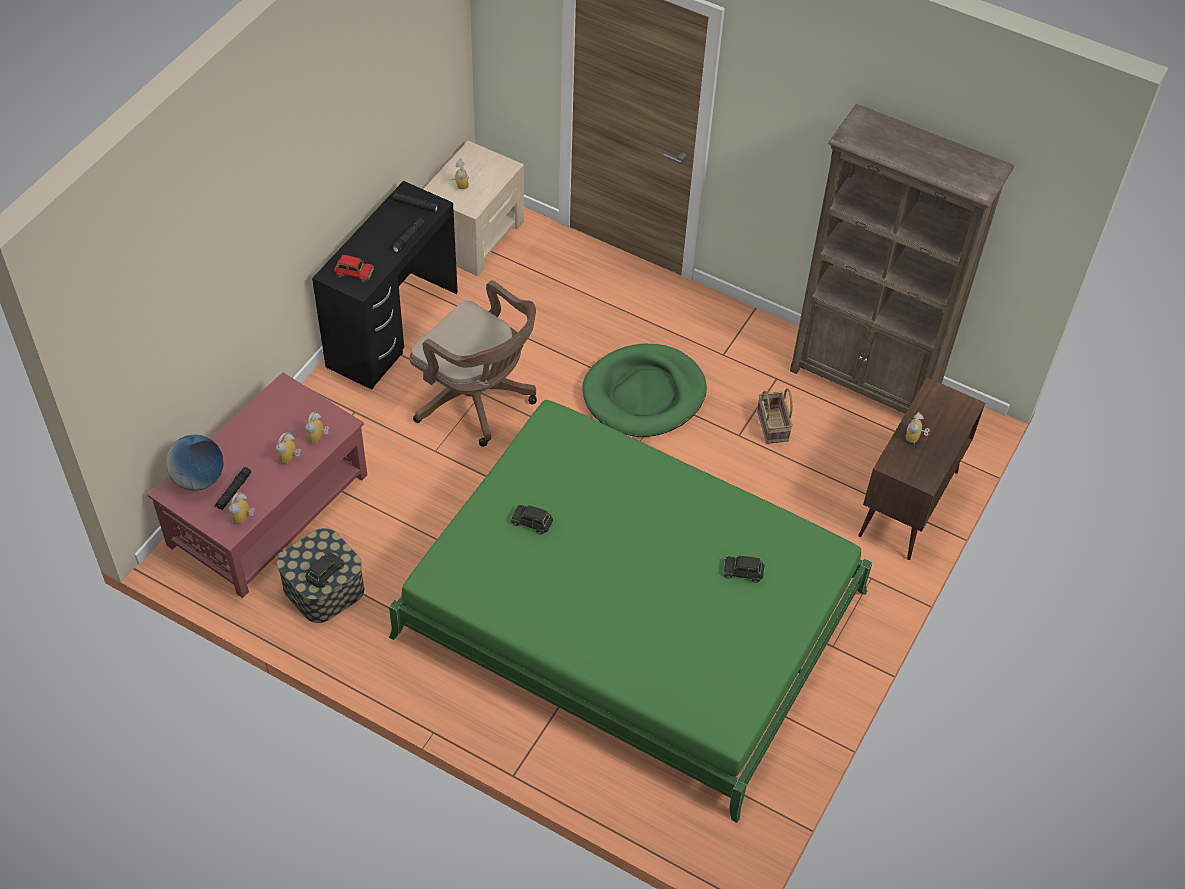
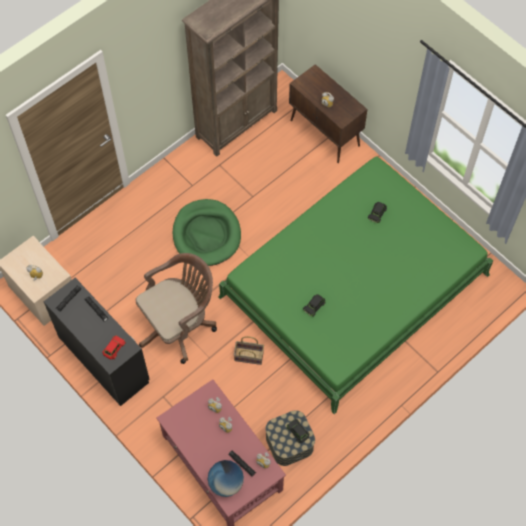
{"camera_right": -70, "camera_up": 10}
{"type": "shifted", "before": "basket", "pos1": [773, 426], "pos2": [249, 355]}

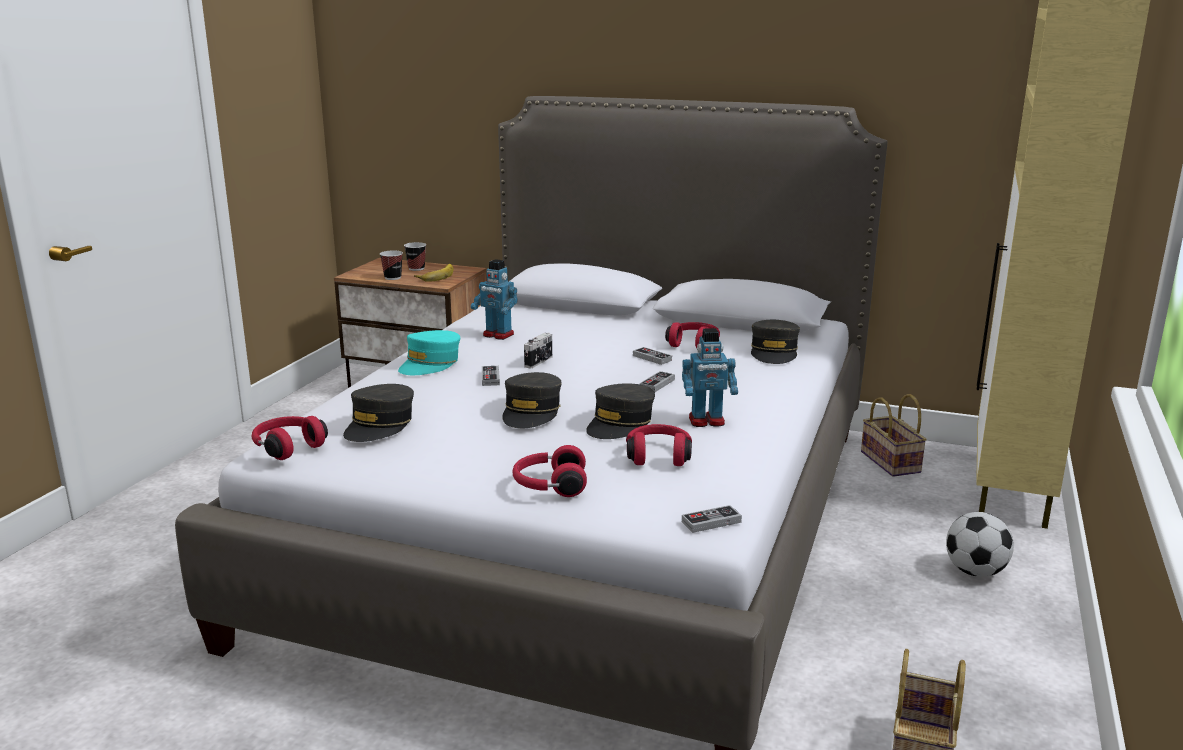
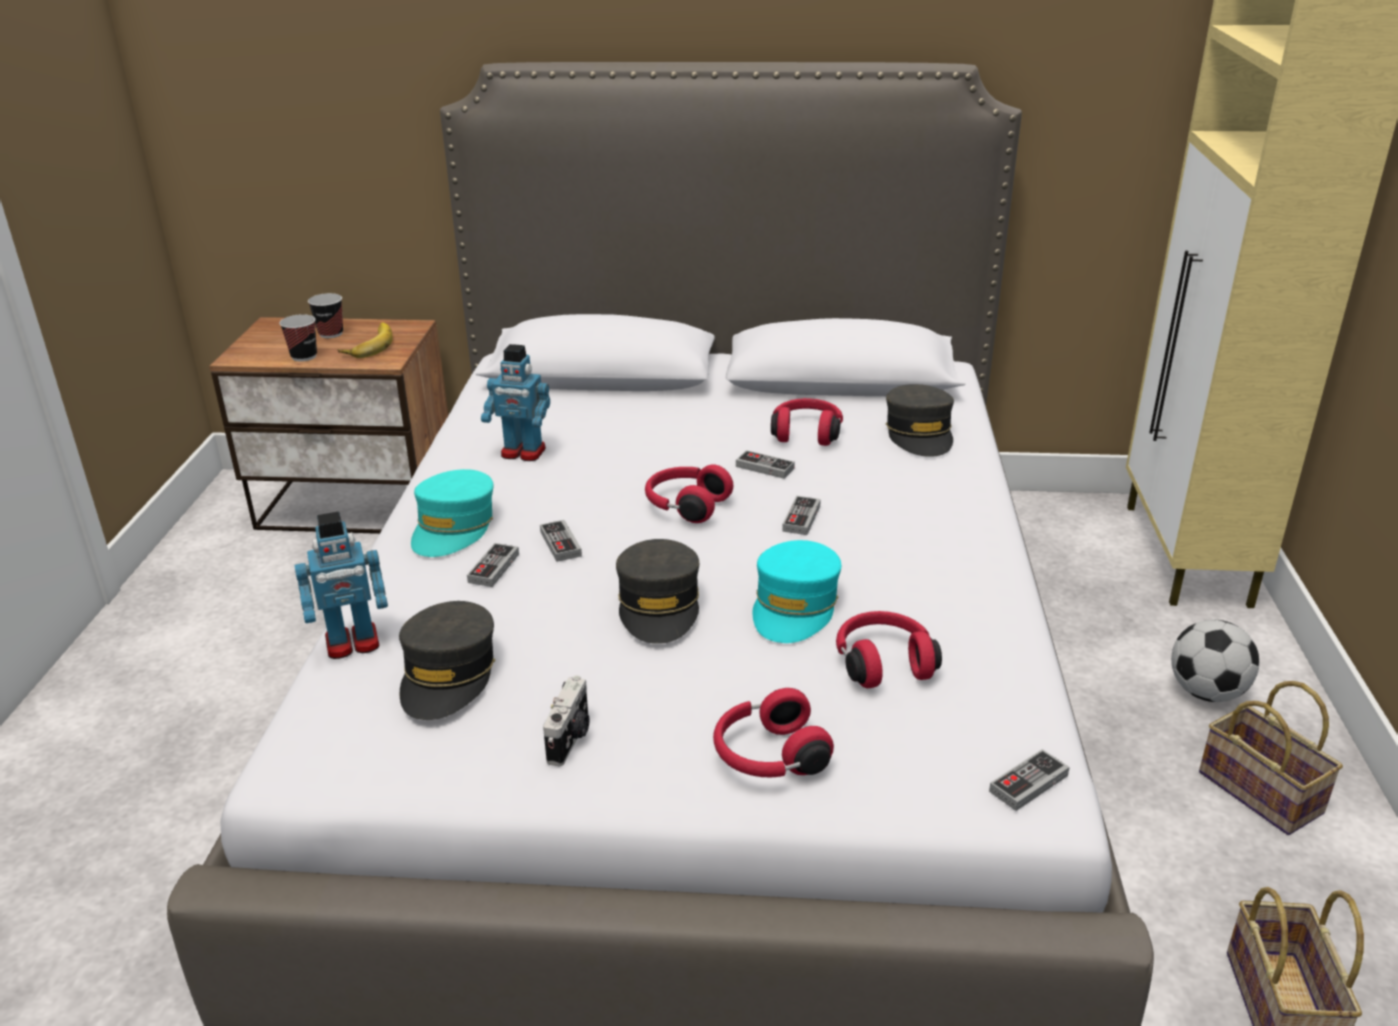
{"camera_right": -15, "camera_up": 10}
{"type": "shifted", "before": "toy robot", "pos1": [706, 421], "pos2": [352, 644]}
{"type": "new", "after": "game controller", "pos2": [494, 568]}
{"type": "shifted", "before": "photo camera", "pos1": [540, 362], "pos2": [570, 739]}
{"type": "shifted", "before": "red headphones", "pos1": [288, 447], "pos2": [686, 506]}
{"type": "repainted", "before": "grey cap", "after": "turquoise cap", "pos1": [620, 424], "pos2": [795, 606]}
{"type": "shifted", "before": "basket", "pos1": [892, 462], "pos2": [1264, 793]}

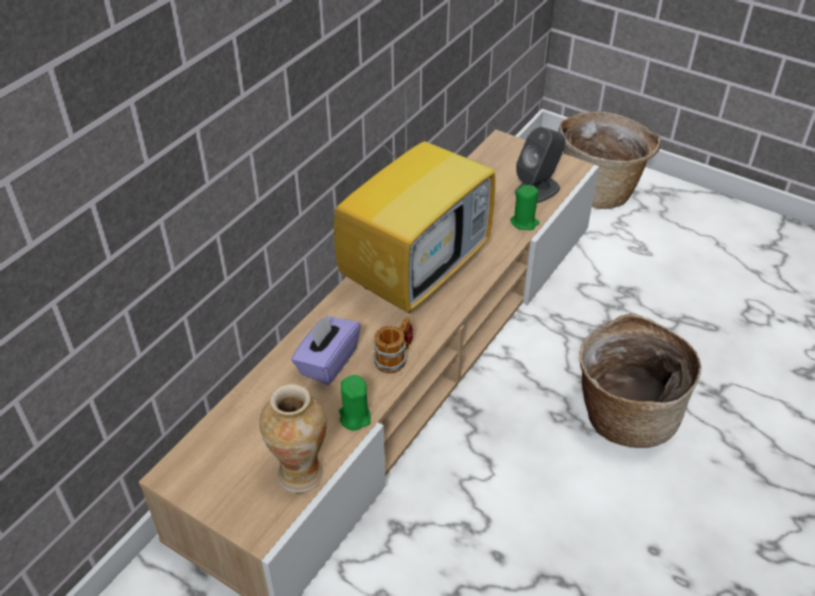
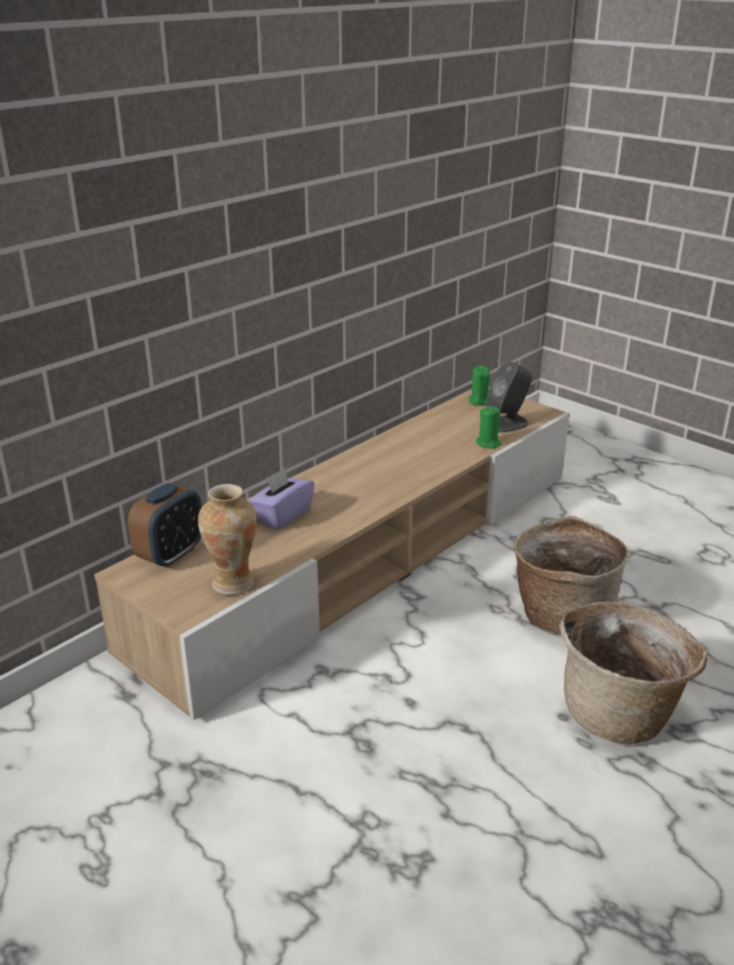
{"camera_right": 10, "camera_up": -15}
{"type": "new", "after": "alarm clock", "pos2": [171, 554]}
{"type": "shifted", "before": "green candle", "pos1": [354, 417], "pos2": [478, 401]}
{"type": "shifted", "before": "basket", "pos1": [599, 190], "pos2": [620, 711]}
{"type": "gone", "before": "television", "pos1": [415, 270]}
{"type": "gone", "before": "mug", "pos1": [395, 358]}

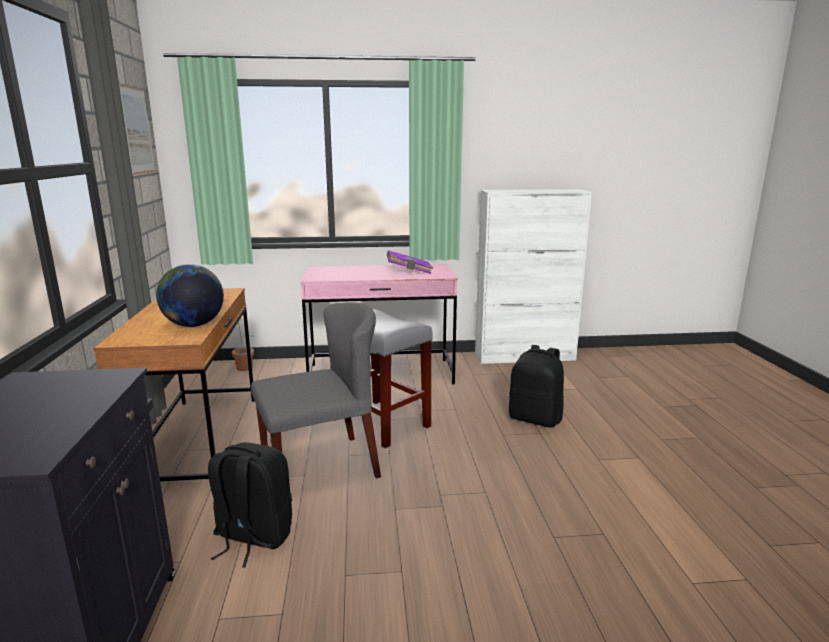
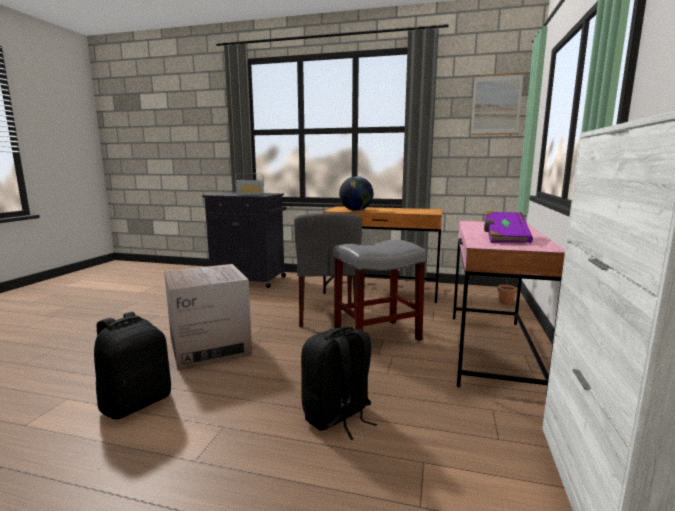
{"camera_right": 110, "camera_up": -5}
{"type": "shifted", "before": "black backpack", "pos1": [252, 537], "pos2": [136, 402]}
{"type": "new", "after": "cardboard box", "pos2": [210, 347]}
{"type": "new", "after": "radio", "pos2": [250, 195]}

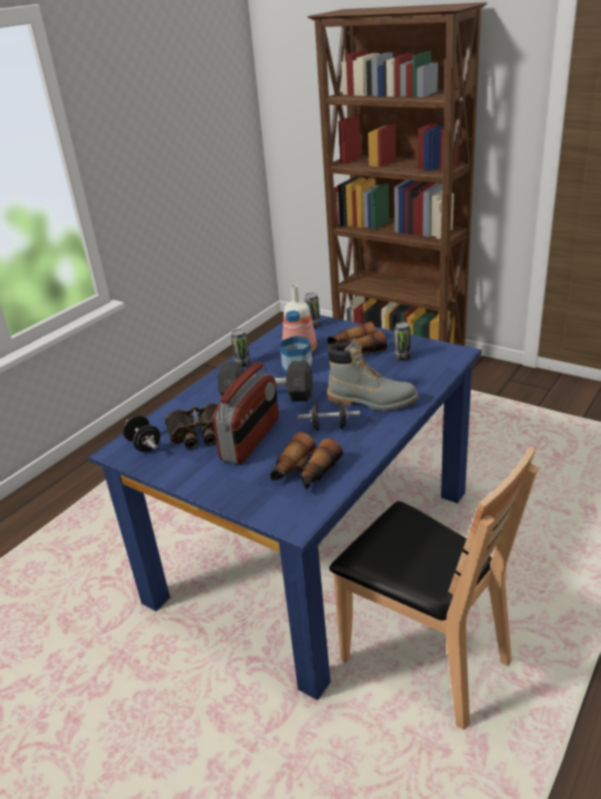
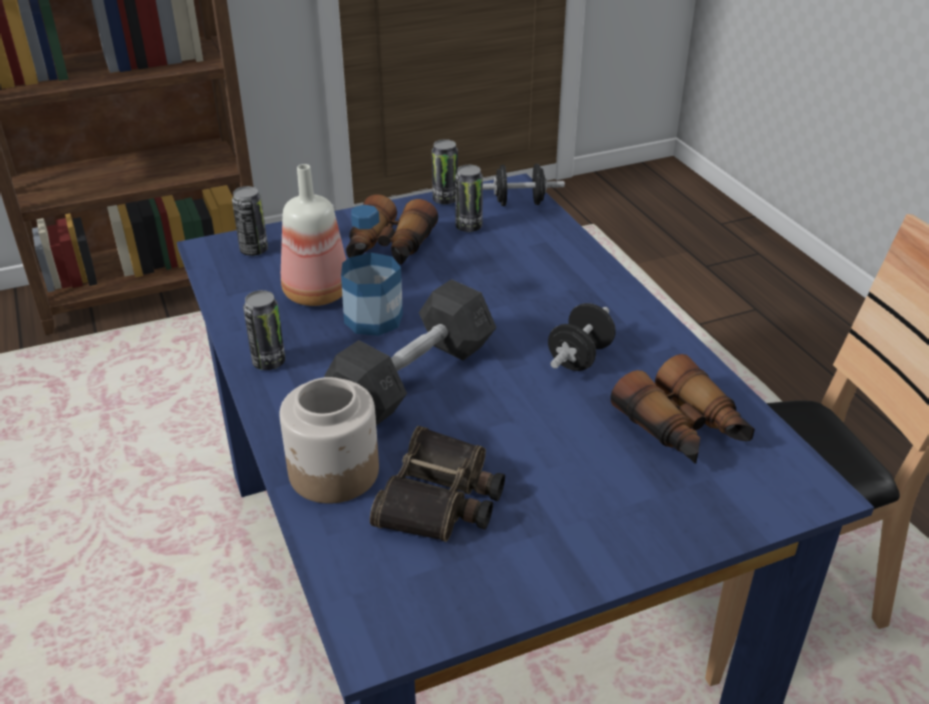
{"camera_right": -60, "camera_up": 5}
{"type": "new", "after": "jar", "pos2": [333, 473]}
{"type": "new", "after": "can", "pos2": [445, 200]}
{"type": "shifted", "before": "black dumbbell", "pos1": [144, 445], "pos2": [519, 203]}
{"type": "gone", "before": "radio", "pos1": [251, 440]}
{"type": "gone", "before": "grey boot", "pos1": [372, 401]}

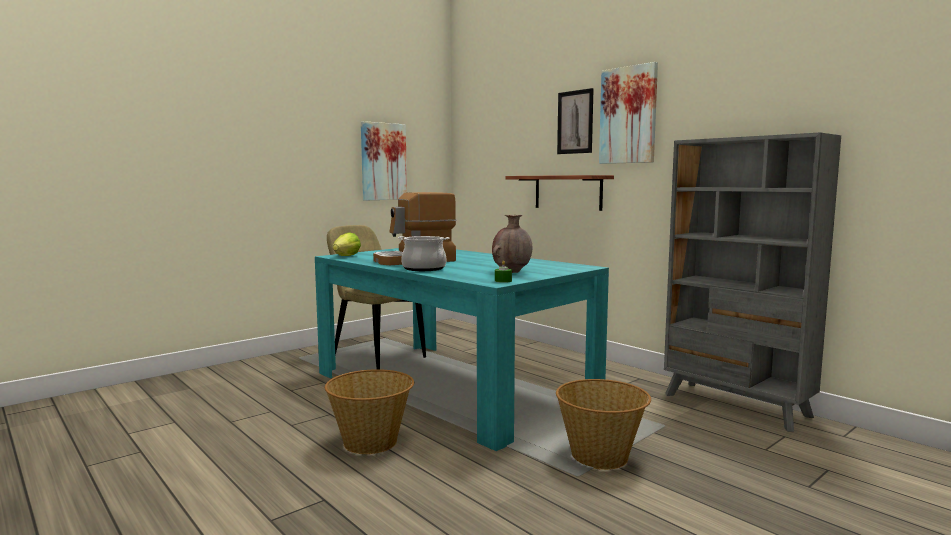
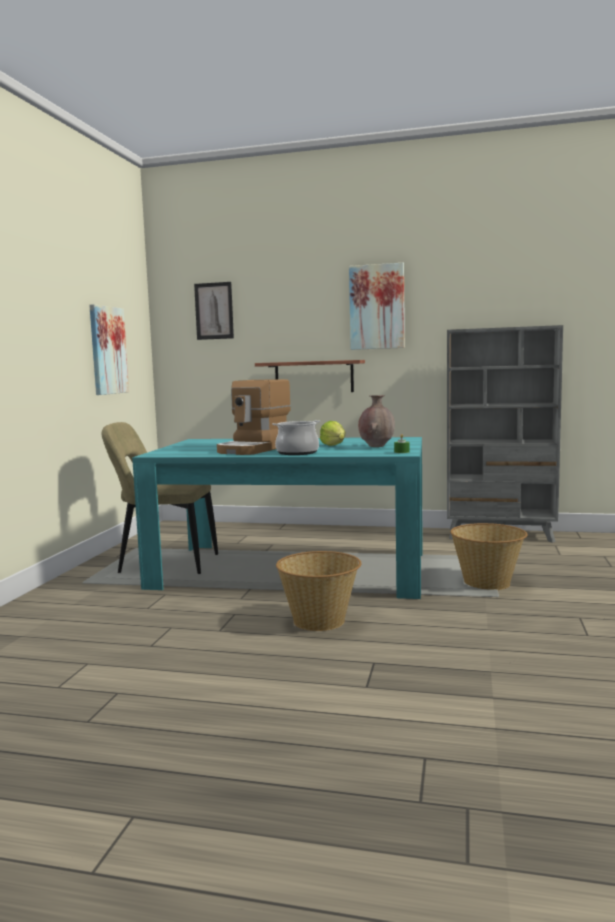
{"camera_right": -35, "camera_up": 0}
{"type": "shifted", "before": "picture", "pos1": [575, 122], "pos2": [214, 311]}
{"type": "shifted", "before": "lettuce", "pos1": [347, 256], "pos2": [334, 446]}

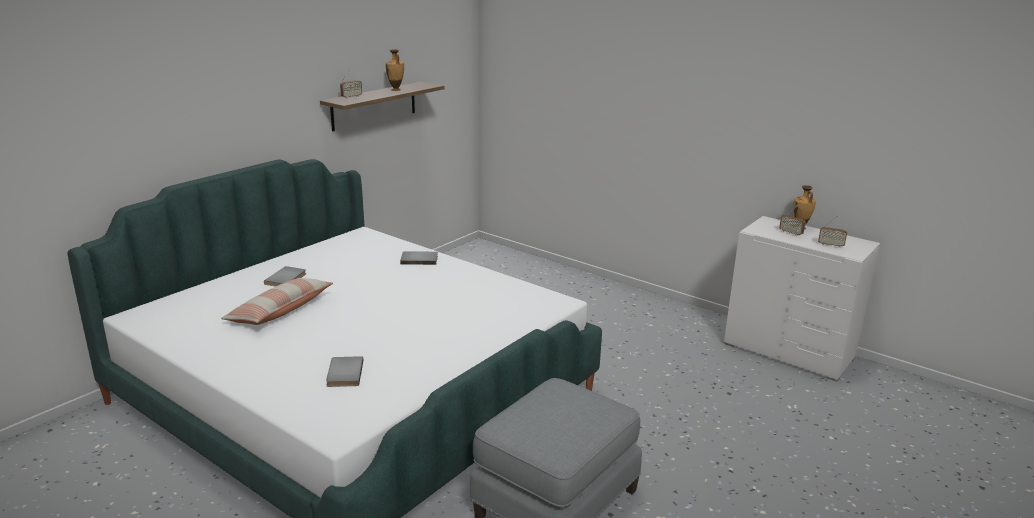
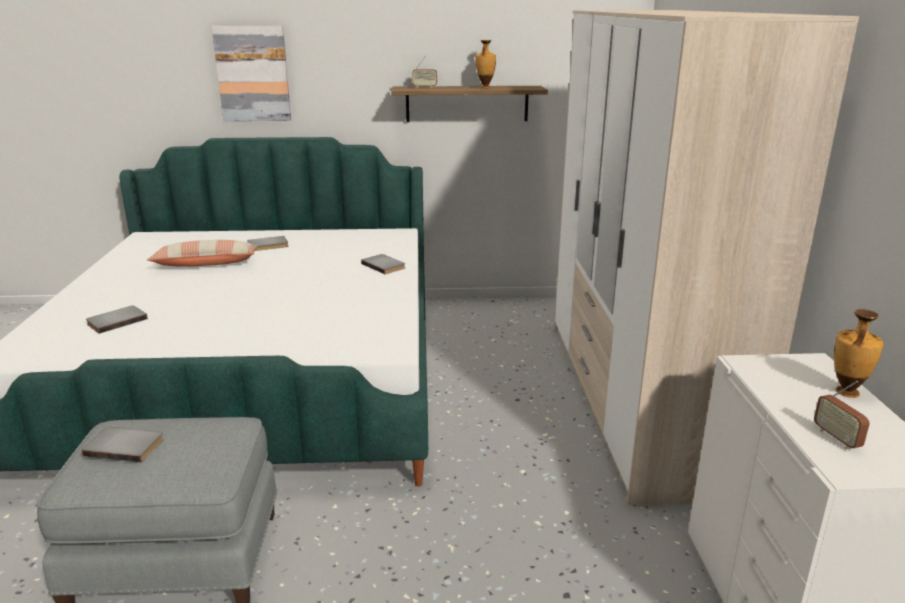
{"camera_right": 50, "camera_up": 0}
{"type": "new", "after": "grey book", "pos2": [126, 446]}
{"type": "new", "after": "picture", "pos2": [253, 74]}
{"type": "new", "after": "wardrobe", "pos2": [633, 398]}
{"type": "gone", "before": "radio", "pos1": [790, 233]}

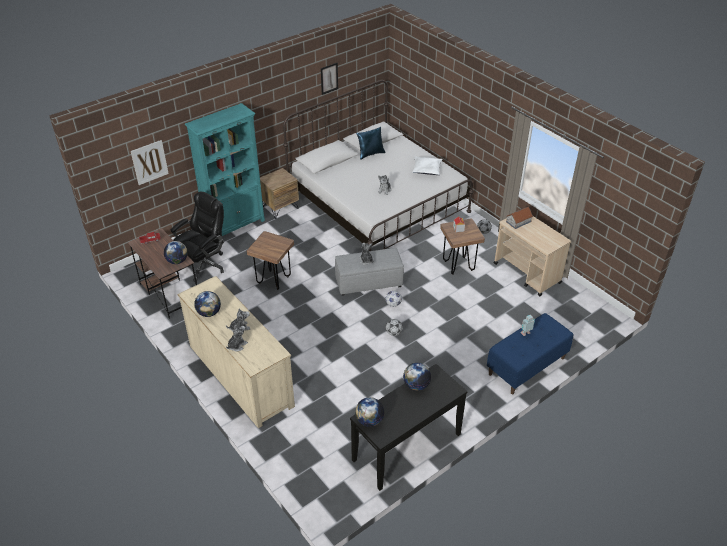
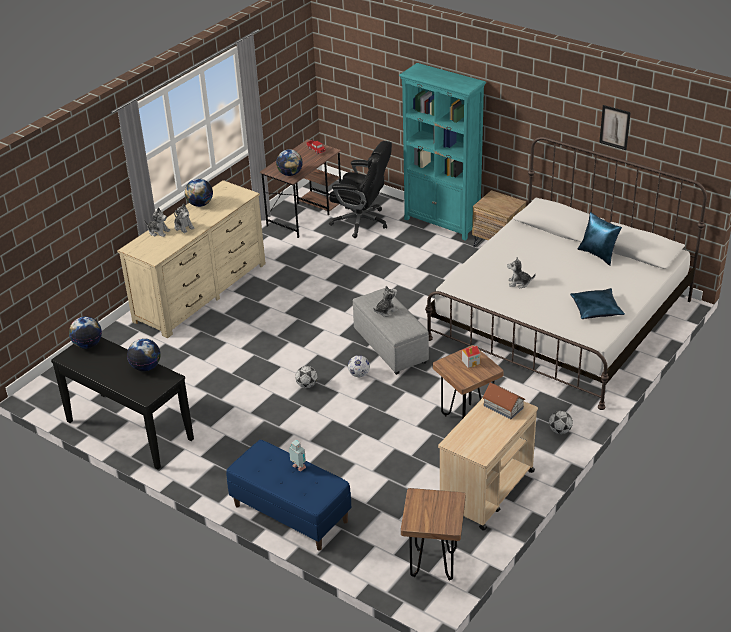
{"camera_right": 75, "camera_up": -5}
{"type": "shifted", "before": "brown stool", "pos1": [274, 280], "pos2": [433, 564]}
{"type": "repainted", "before": "white pillow", "after": "blue pillow", "pos1": [426, 169], "pos2": [596, 309]}
{"type": "gone", "before": "picture", "pos1": [149, 162]}

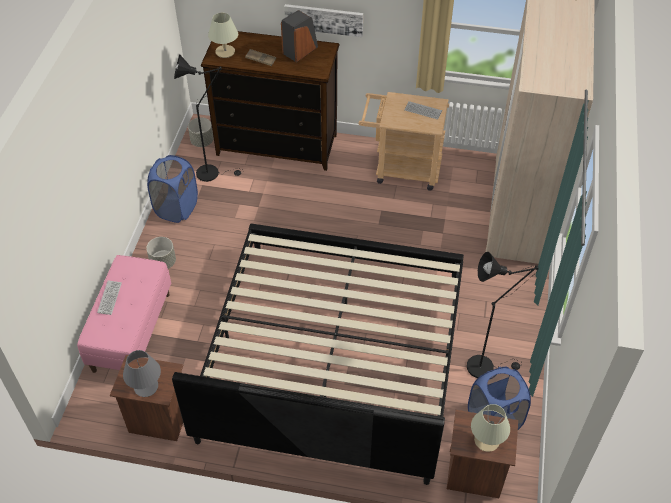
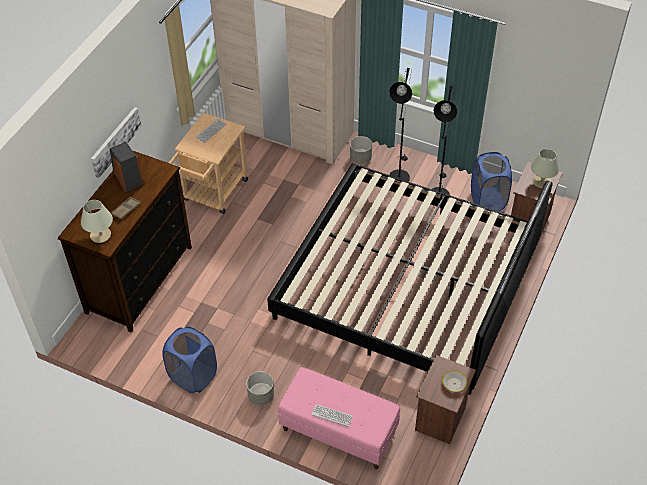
{"camera_right": -75, "camera_up": 0}
{"type": "shifted", "before": "grey planter", "pos1": [202, 141], "pos2": [360, 158]}
{"type": "shifted", "before": "black floor lamp", "pos1": [212, 172], "pos2": [399, 174]}
{"type": "swapped", "before": "grey table lamp", "after": "bowl", "pos1": [146, 387], "pos2": [454, 384]}

